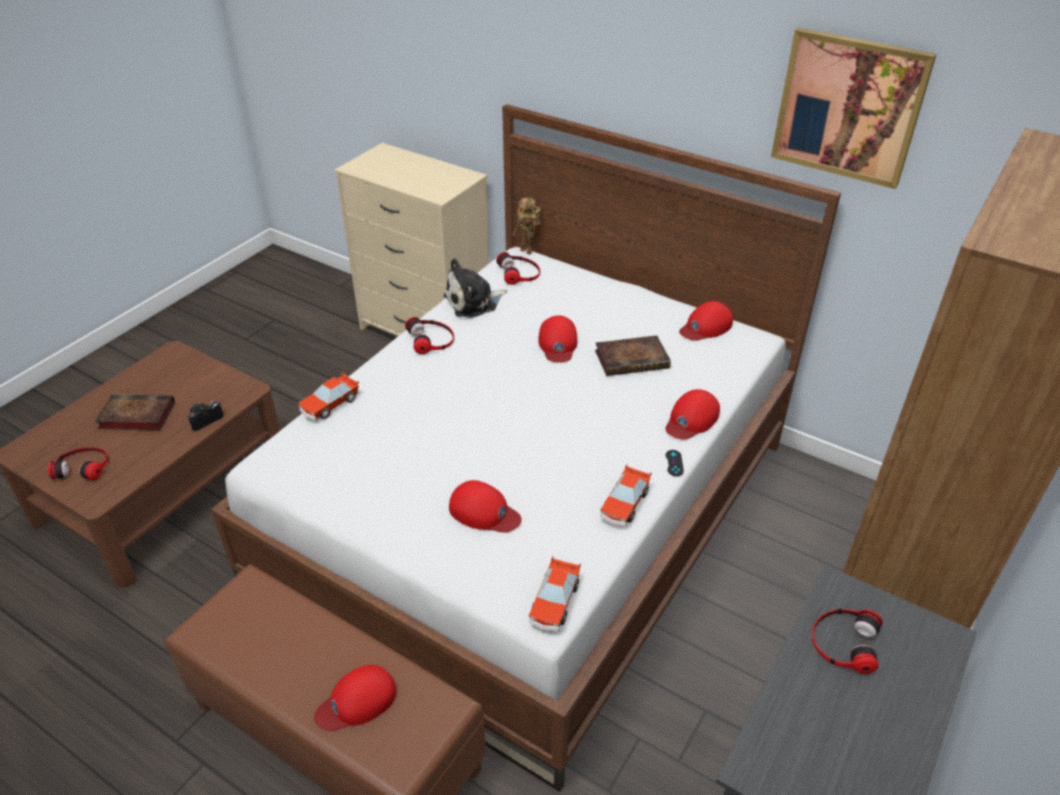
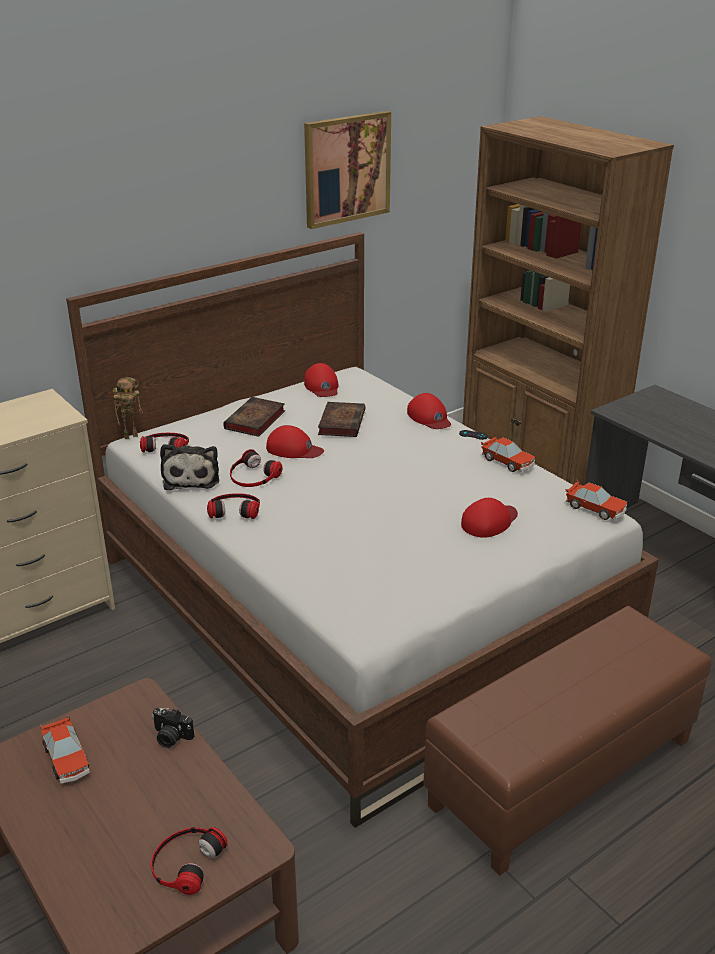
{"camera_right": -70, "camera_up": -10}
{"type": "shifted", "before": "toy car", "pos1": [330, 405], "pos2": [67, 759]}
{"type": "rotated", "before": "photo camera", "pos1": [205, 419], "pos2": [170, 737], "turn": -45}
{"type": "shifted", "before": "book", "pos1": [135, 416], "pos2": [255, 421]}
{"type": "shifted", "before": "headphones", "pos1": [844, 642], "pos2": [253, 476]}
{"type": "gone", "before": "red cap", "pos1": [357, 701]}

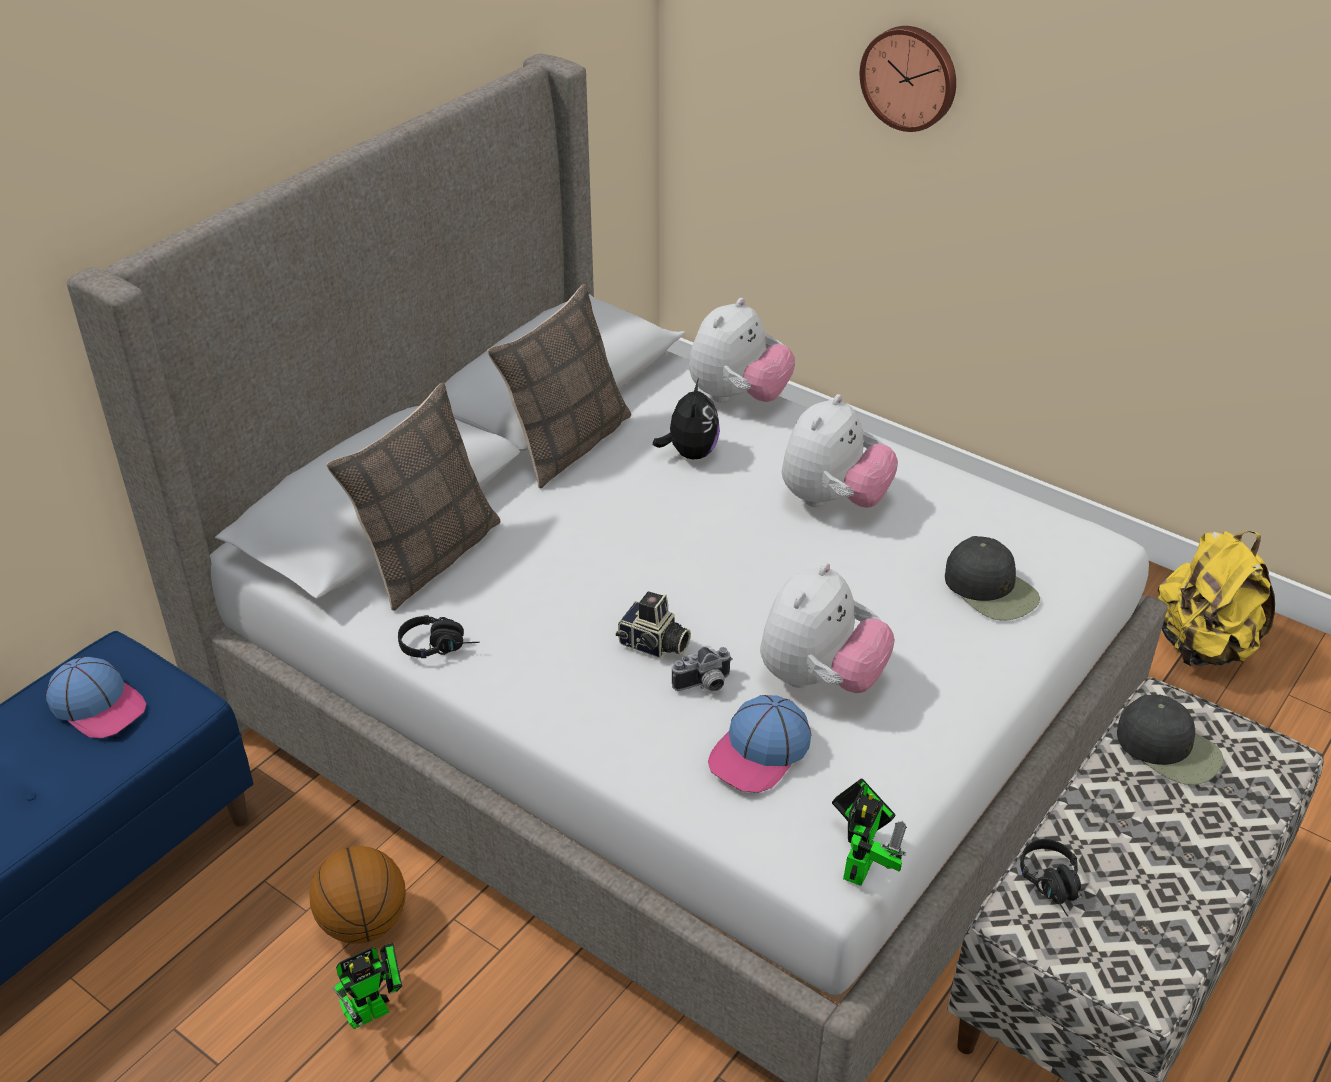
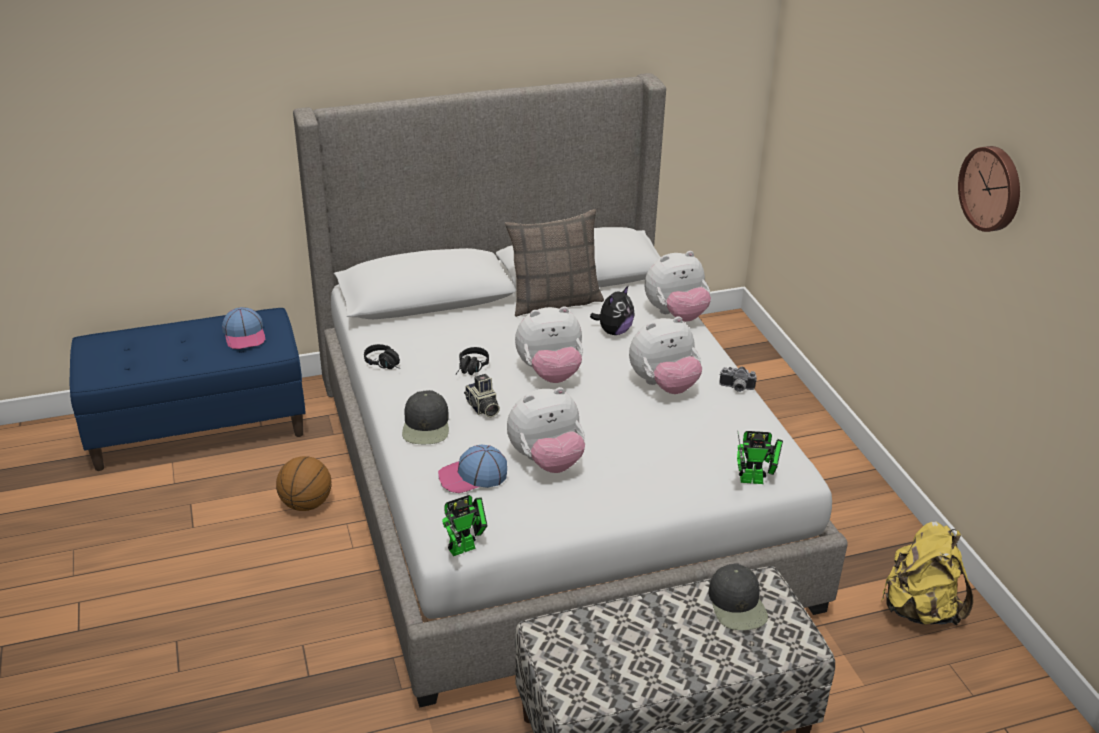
{"camera_right": 35, "camera_up": -5}
{"type": "shifted", "before": "black cap", "pos1": [991, 589], "pos2": [426, 426]}
{"type": "shifted", "before": "black headphones", "pos1": [1054, 887], "pos2": [471, 369]}
{"type": "new", "after": "plush toy", "pos2": [550, 374]}
{"type": "shifted", "before": "photo camera", "pos1": [704, 685], "pos2": [736, 388]}
{"type": "shifted", "before": "toy robot", "pos1": [376, 1010], "pos2": [756, 480]}
{"type": "shifted", "before": "wall clock", "pos1": [910, 77], "pos2": [992, 188]}
{"type": "gone", "before": "pillow", "pos1": [428, 556]}

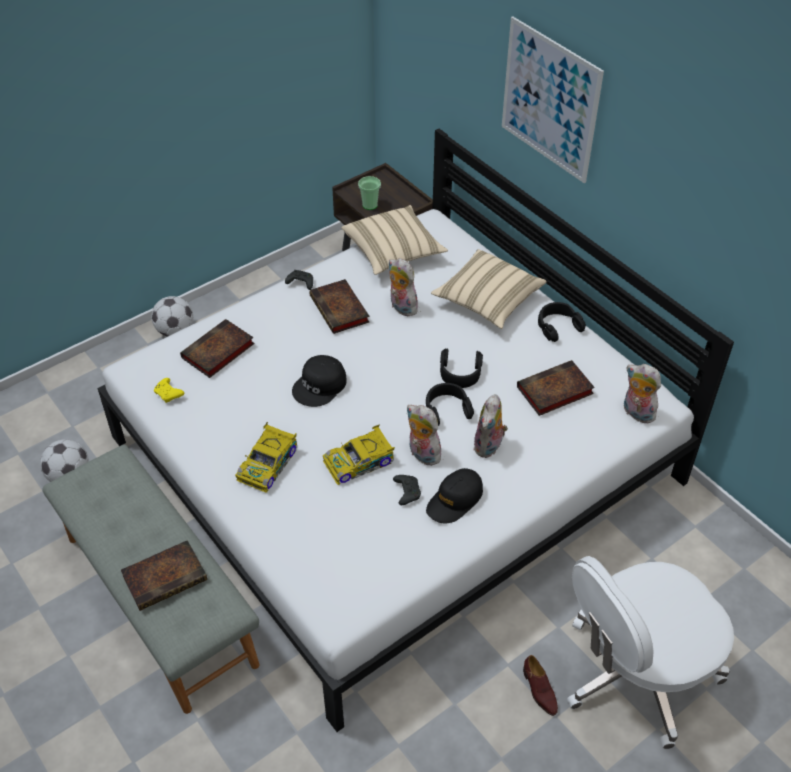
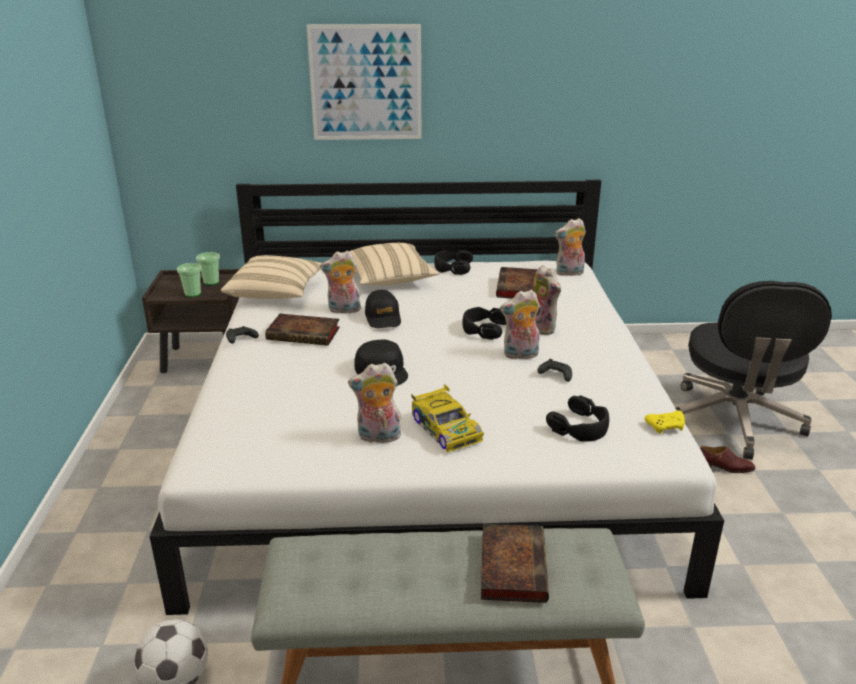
{"camera_right": -55, "camera_up": -20}
{"type": "new", "after": "cup", "pos2": [211, 282]}
{"type": "new", "after": "plush toy", "pos2": [378, 437]}
{"type": "shifted", "before": "black cap", "pos1": [454, 500], "pos2": [383, 317]}
{"type": "shifted", "before": "black headphones", "pos1": [460, 372], "pos2": [580, 426]}
{"type": "shifted", "before": "yellow game controller", "pos1": [169, 394], "pos2": [666, 426]}
{"type": "repainted", "before": "white office chair", "after": "black office chair", "pos1": [636, 673], "pos2": [734, 421]}
{"type": "gone", "before": "football", "pos1": [175, 331]}
{"type": "gone", "before": "book", "pos1": [217, 352]}
{"type": "gone", "before": "toy car", "pos1": [360, 461]}

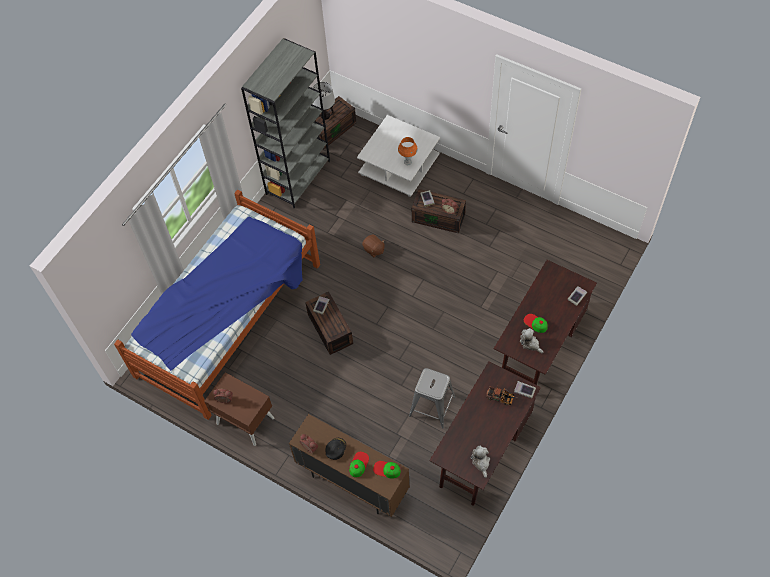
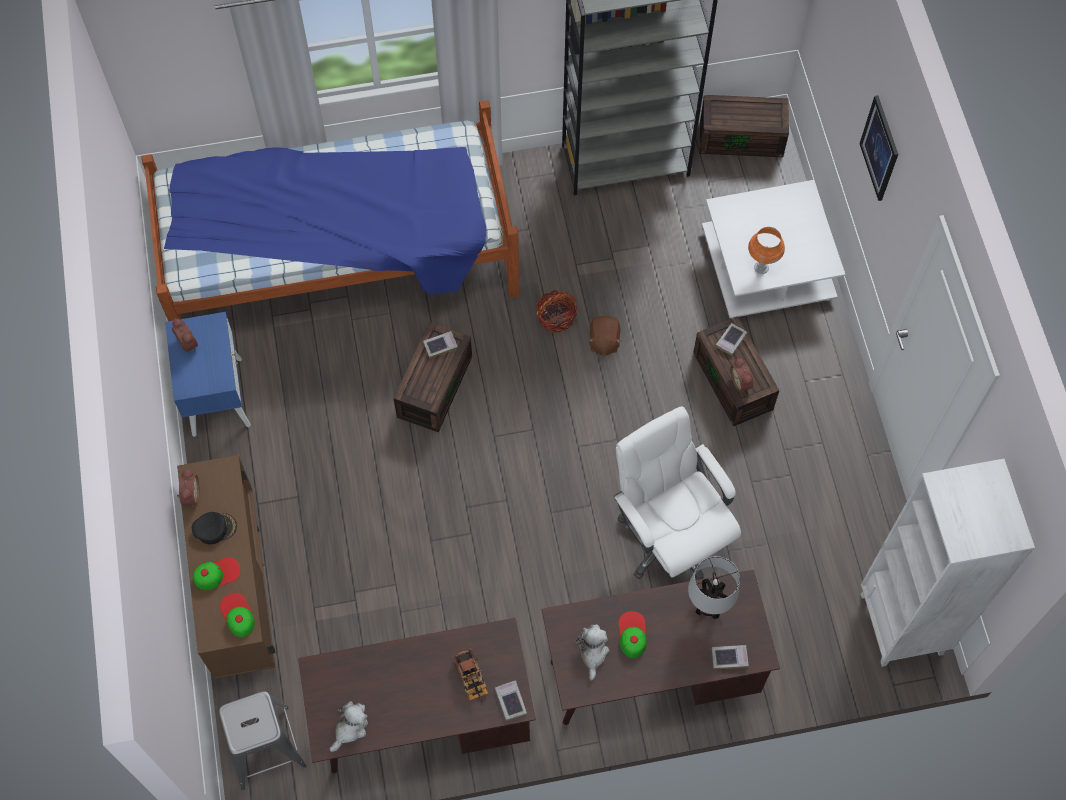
{"camera_right": 45, "camera_up": 5}
{"type": "repainted", "before": "brown nightstand", "after": "blue nightstand", "pos1": [245, 421], "pos2": [216, 396]}
{"type": "shifted", "before": "grey stool", "pos1": [432, 407], "pos2": [264, 747]}
{"type": "new", "after": "basket", "pos2": [556, 317]}
{"type": "new", "after": "white office chair", "pos2": [669, 536]}
{"type": "shifted", "before": "table lamp", "pos1": [325, 116], "pos2": [707, 606]}
{"type": "new", "after": "picture", "pos2": [880, 148]}
{"type": "new", "after": "white bookcase", "pos2": [902, 624]}

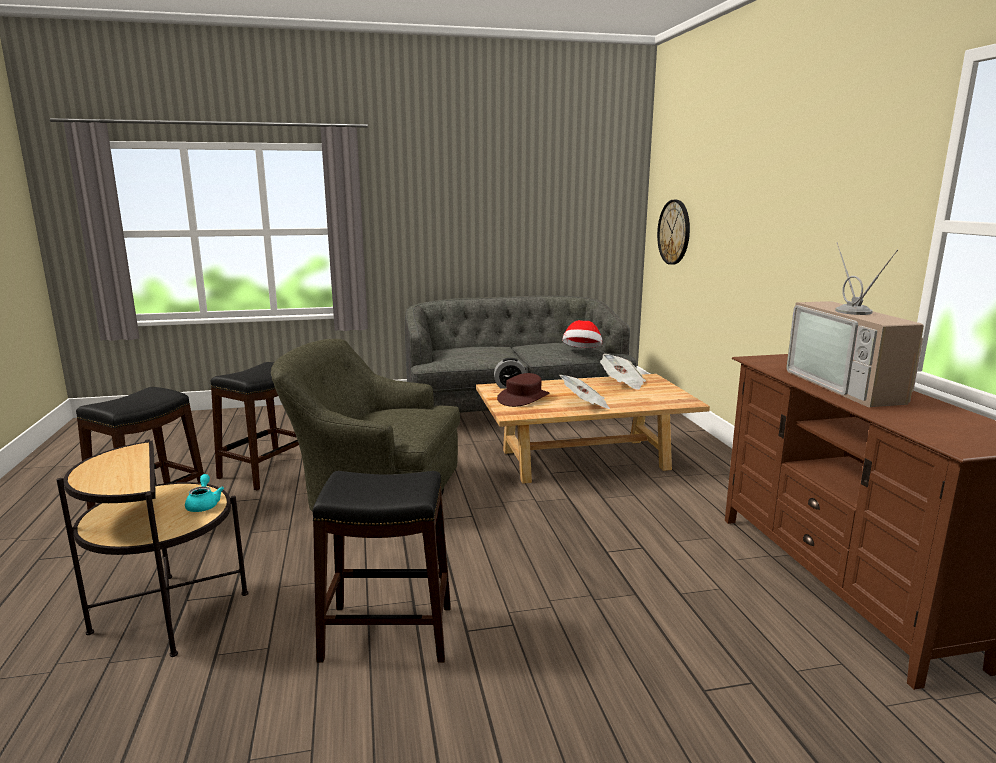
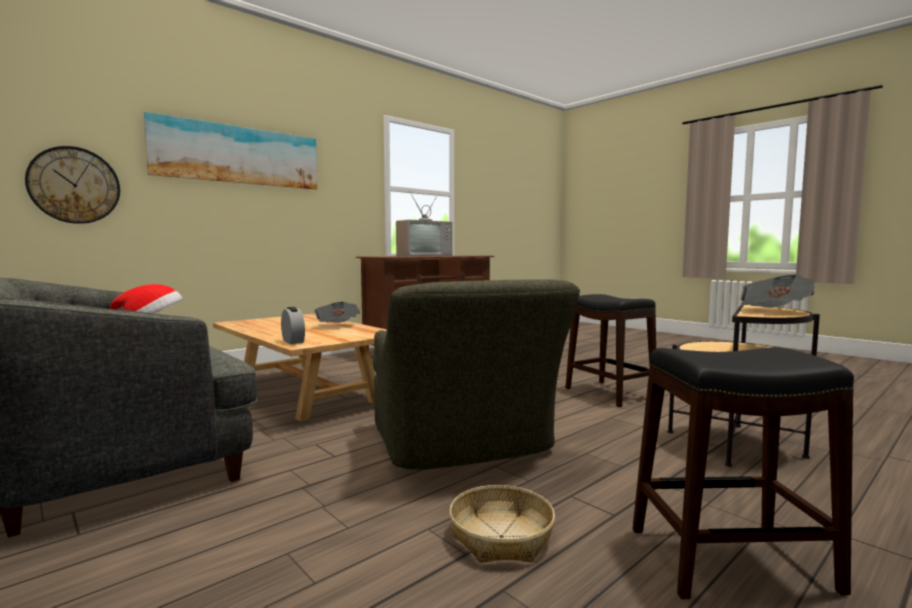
{"camera_right": -120, "camera_up": -10}
{"type": "new", "after": "picture", "pos2": [238, 155]}
{"type": "swapped", "before": "black stool", "after": "basket", "pos1": [266, 470], "pos2": [501, 537]}
{"type": "shifted", "before": "newspaper", "pos1": [622, 383], "pos2": [774, 311]}
{"type": "gone", "before": "turquoise teapot", "pos1": [204, 504]}
{"type": "gone", "before": "brown hat", "pos1": [523, 398]}

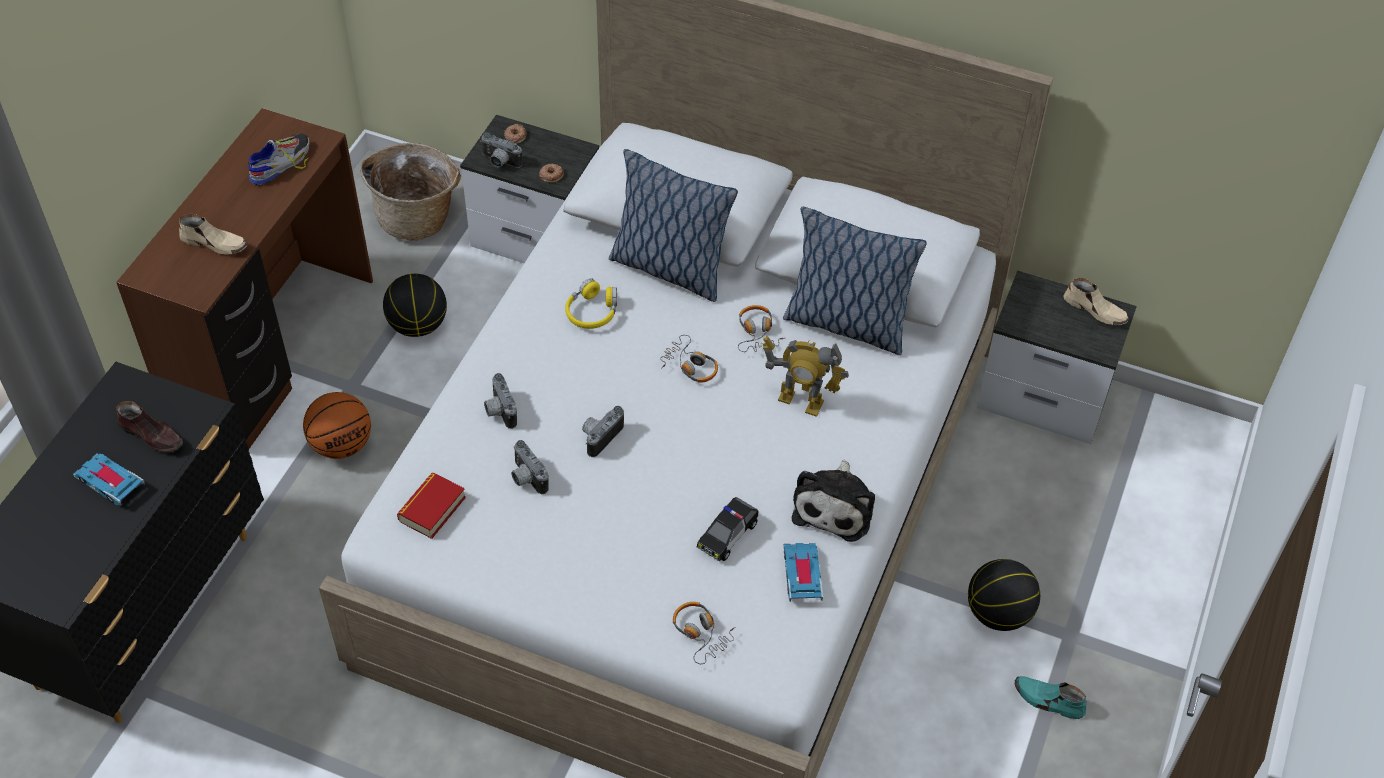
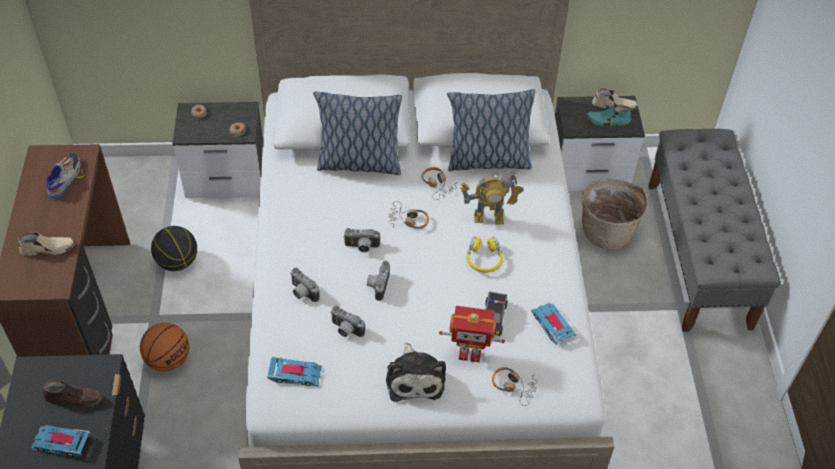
{"camera_right": -25, "camera_up": 0}
{"type": "swapped", "before": "book", "after": "toy car", "pos1": [432, 509], "pos2": [295, 374]}
{"type": "shifted", "before": "photo camera", "pos1": [499, 162], "pos2": [362, 247]}
{"type": "shifted", "before": "plush toy", "pos1": [835, 506], "pos2": [414, 377]}
{"type": "new", "after": "toy robot", "pos2": [470, 353]}
{"type": "shifted", "before": "yellow headphones", "pos1": [592, 312], "pos2": [484, 259]}
{"type": "shifted", "before": "basket", "pos1": [417, 217], "pos2": [607, 230]}
{"type": "shifted", "before": "turquoise shoe", "pos1": [1048, 700], "pos2": [607, 121]}
{"type": "new", "after": "grey bench", "pos2": [698, 254]}
{"type": "gone", "before": "basketball", "pos1": [998, 613]}

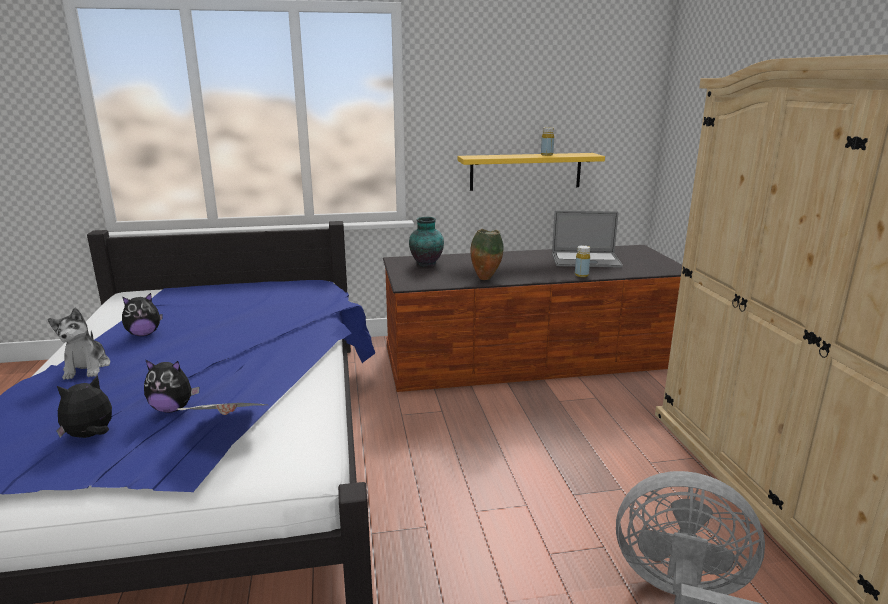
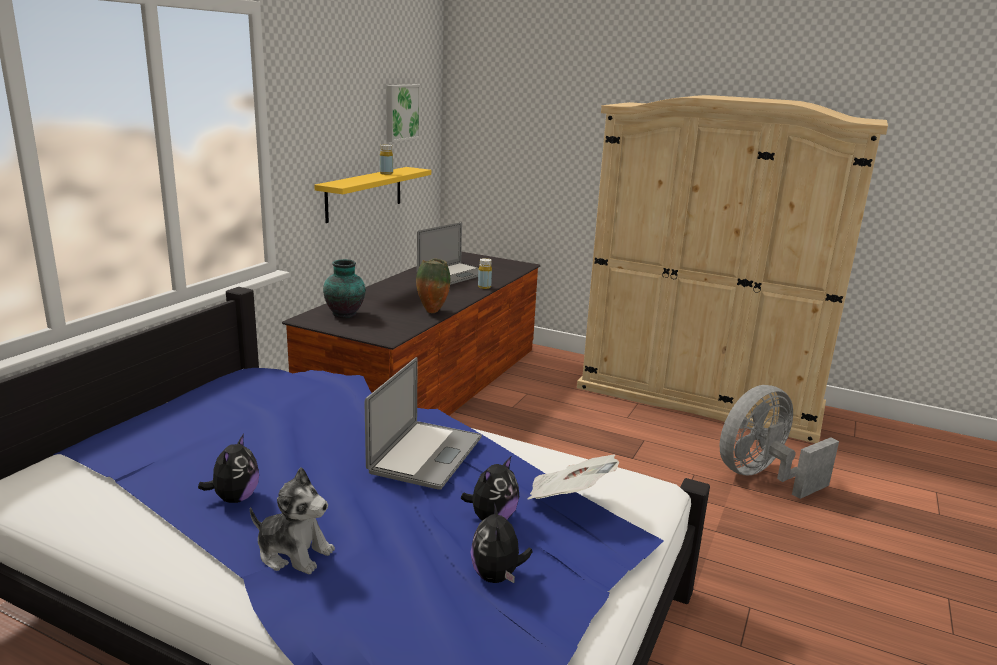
{"camera_right": -55, "camera_up": 0}
{"type": "new", "after": "laptop", "pos2": [426, 454]}
{"type": "new", "after": "picture", "pos2": [401, 112]}

